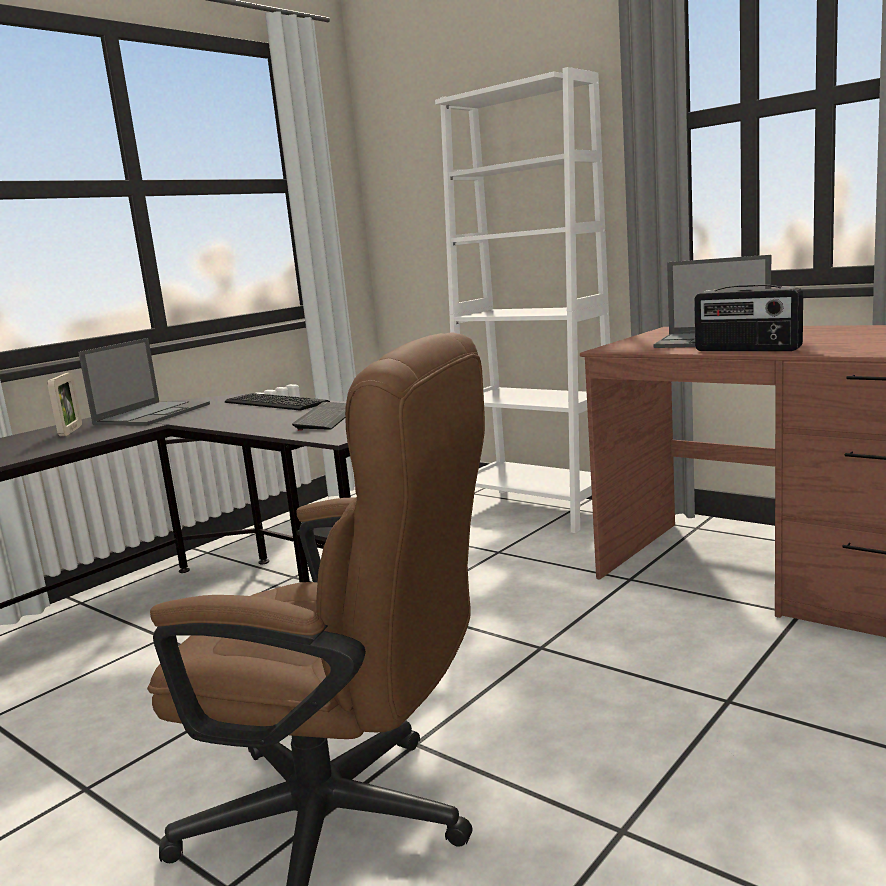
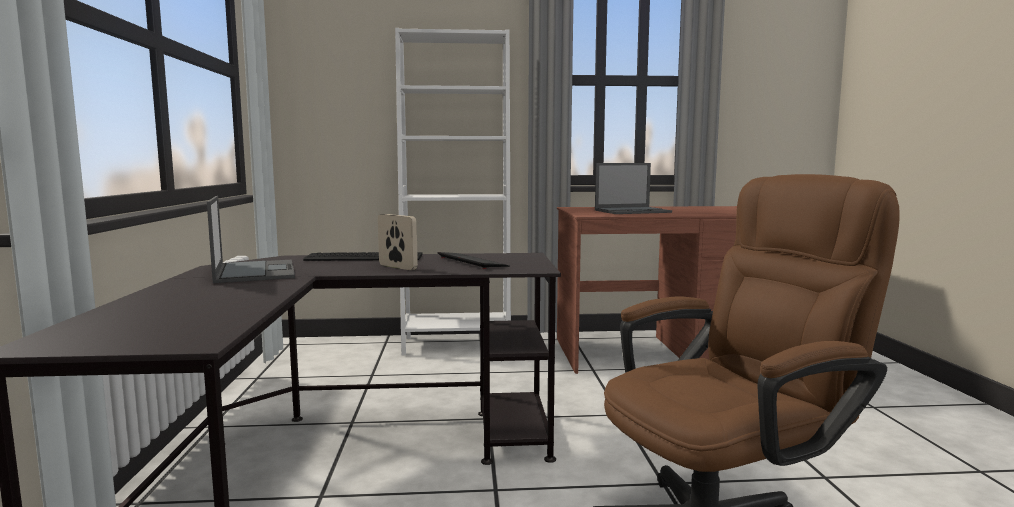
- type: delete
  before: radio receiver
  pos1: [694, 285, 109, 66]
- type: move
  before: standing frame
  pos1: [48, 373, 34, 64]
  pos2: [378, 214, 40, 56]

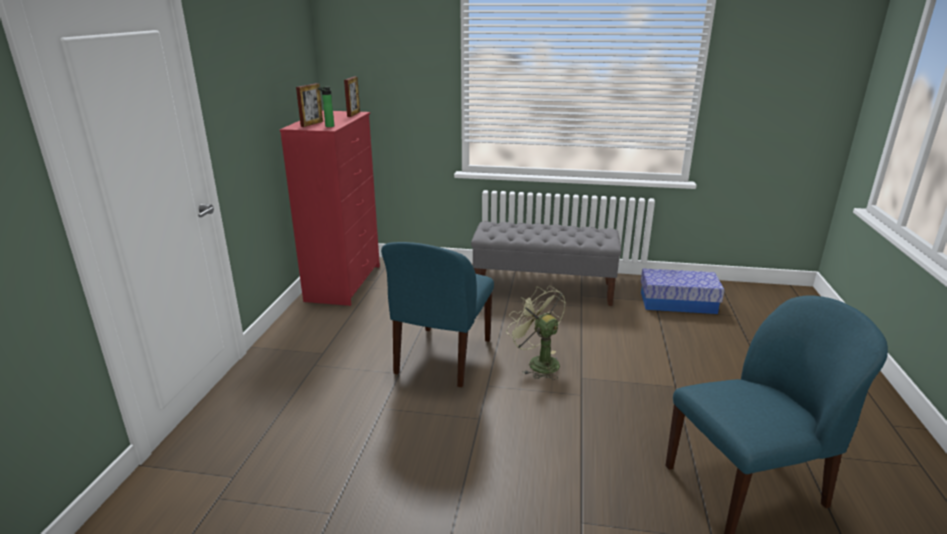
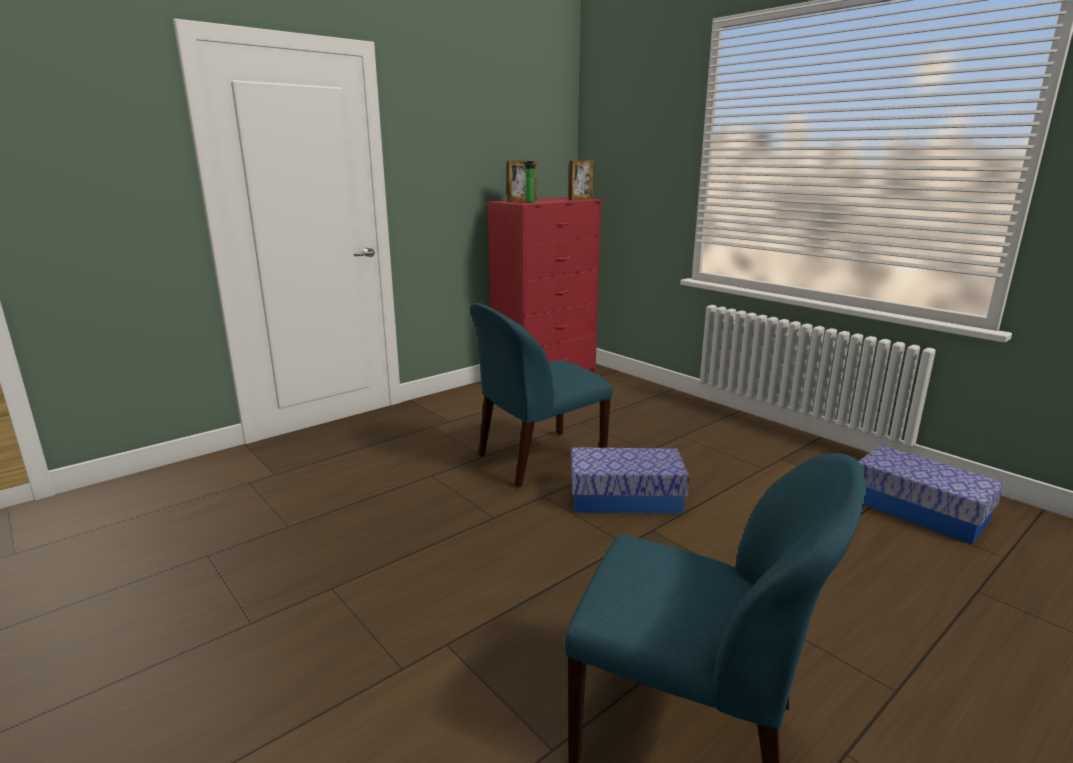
- type: delete
  before: greyish long seat
  pos1: [471, 221, 150, 85]
- type: replace
  before: greenish fan
  after: storage bin
  pos1: [506, 286, 60, 94]
  pos2: [571, 447, 118, 67]

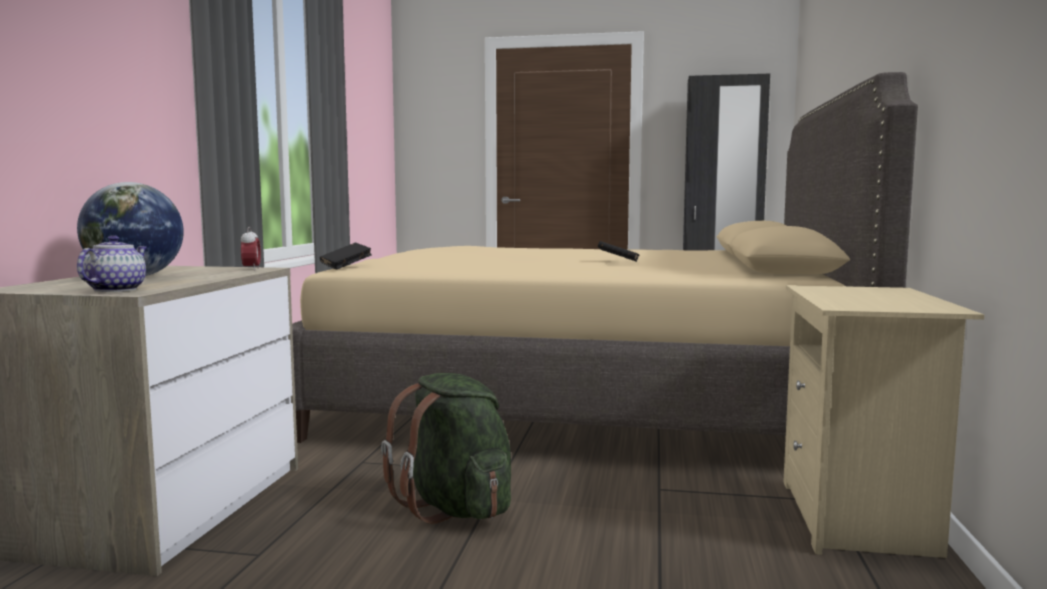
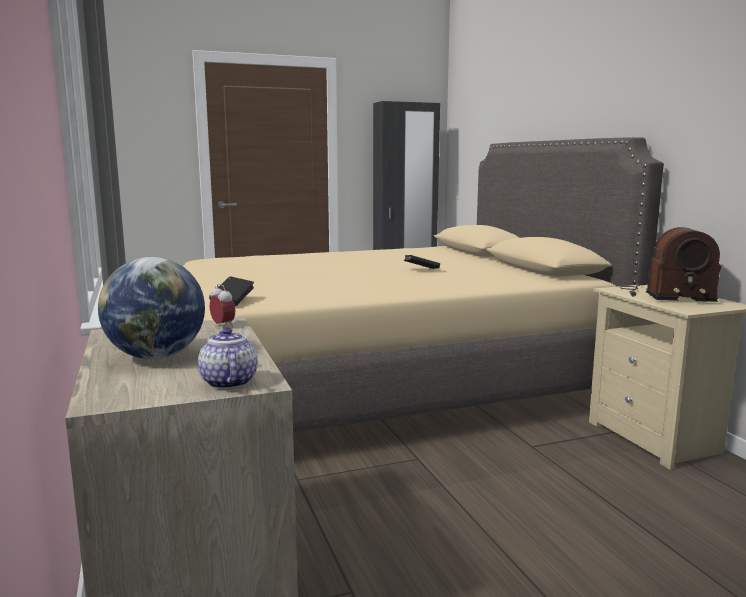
- type: delete
  before: greenish backpack
  pos1: [381, 373, 130, 151]
- type: insert
  after: radio receiver
  pos2: [620, 227, 101, 75]

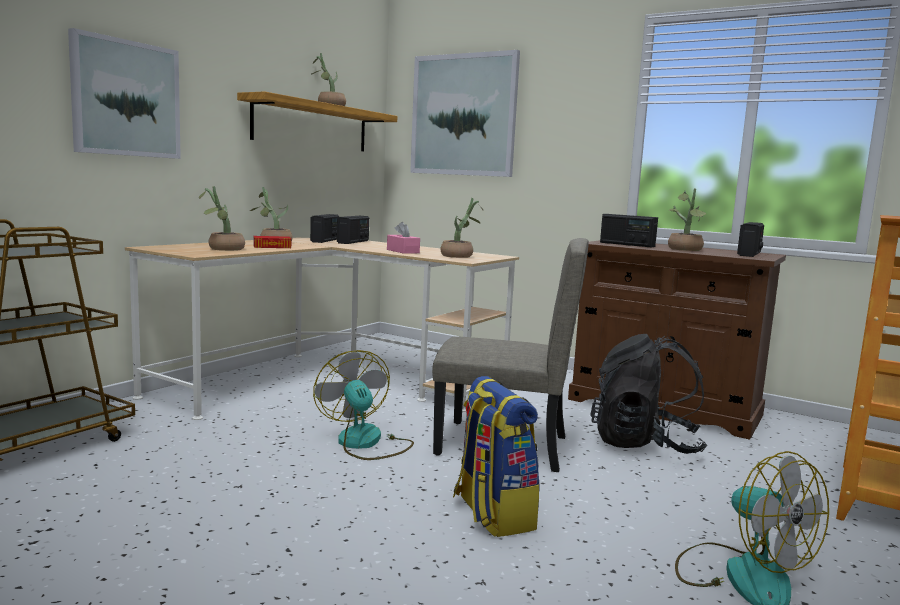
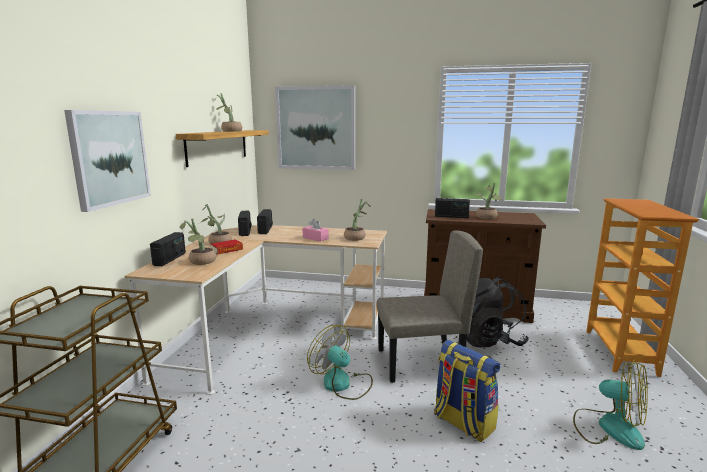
- type: move
  before: radio receiver
  pos1: [737, 222, 27, 35]
  pos2: [150, 232, 36, 34]

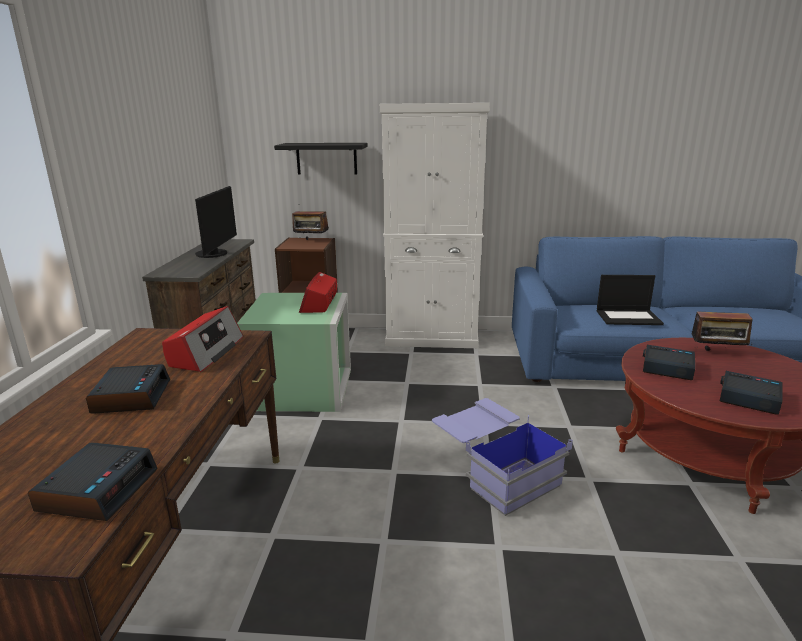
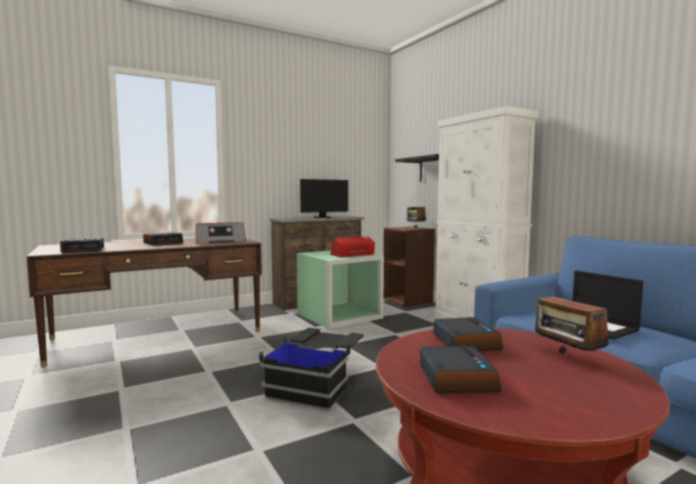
- type: recolor
  before: blue storage bin
  after: black-coloured storage bin
  pos1: [432, 398, 141, 118]
  pos2: [259, 328, 105, 82]

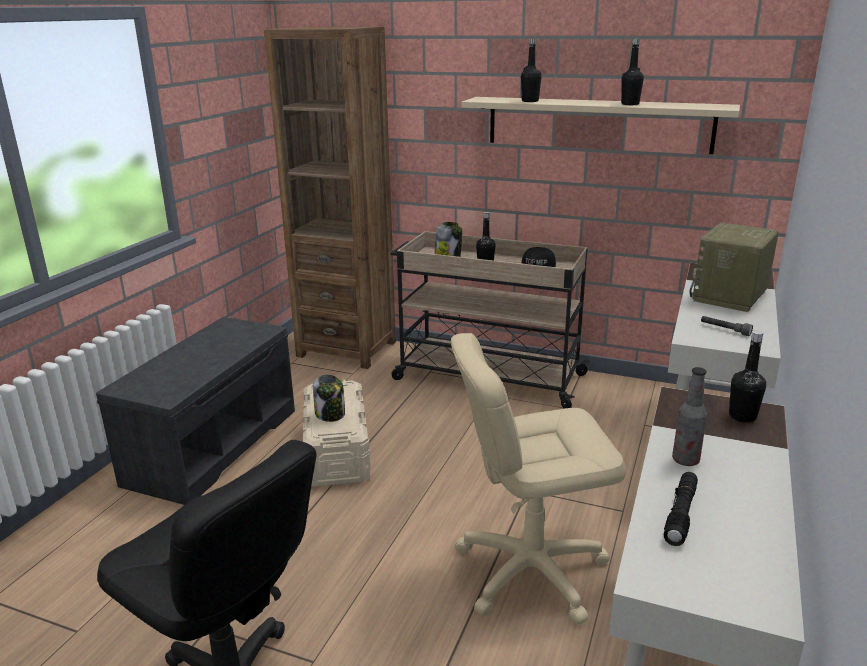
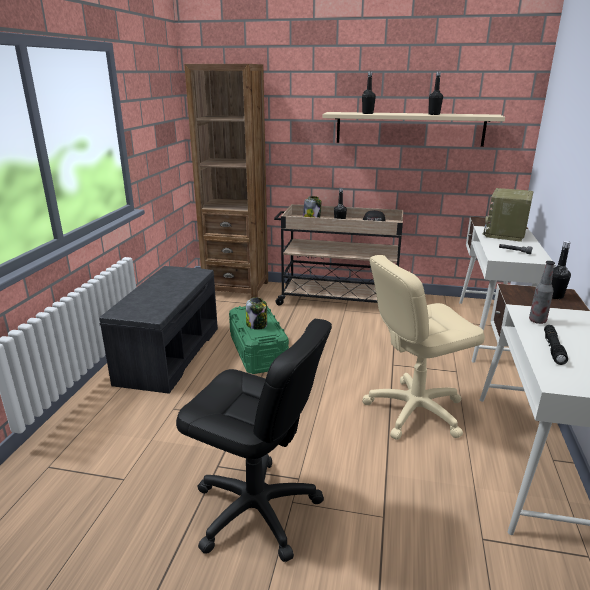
- type: recolor
  before: beige storage bin
  after: greenish storage bin
  pos1: [303, 380, 68, 107]
  pos2: [229, 306, 60, 68]

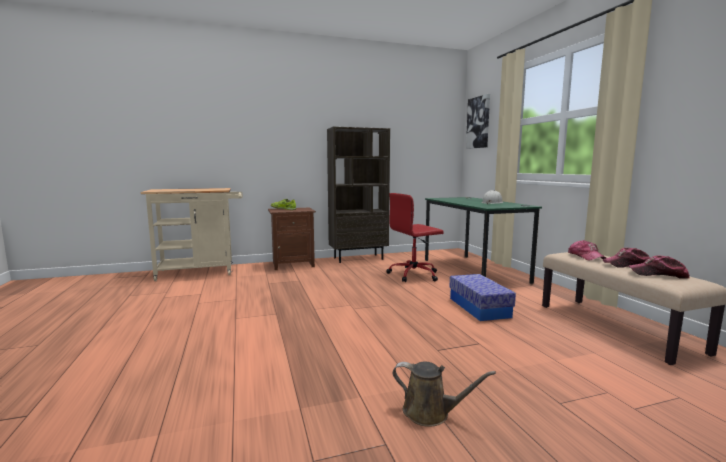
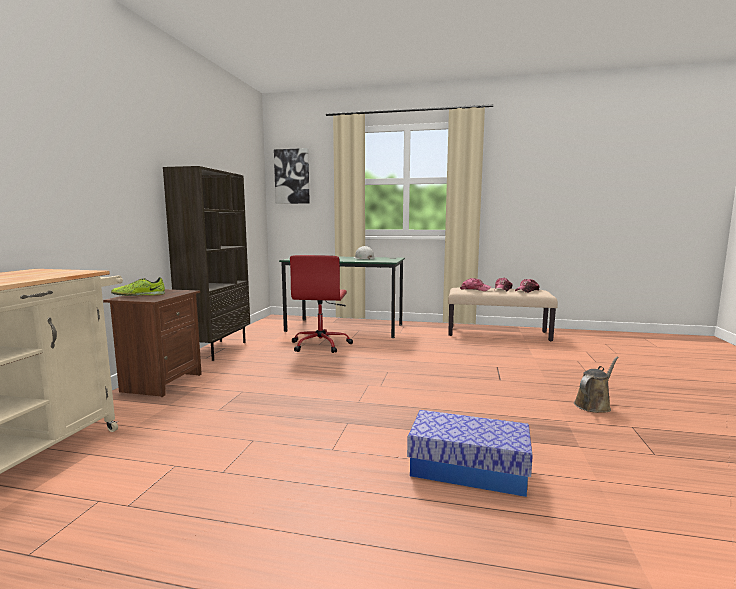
- type: move
  before: storage bin
  pos1: [449, 274, 67, 47]
  pos2: [407, 410, 126, 87]

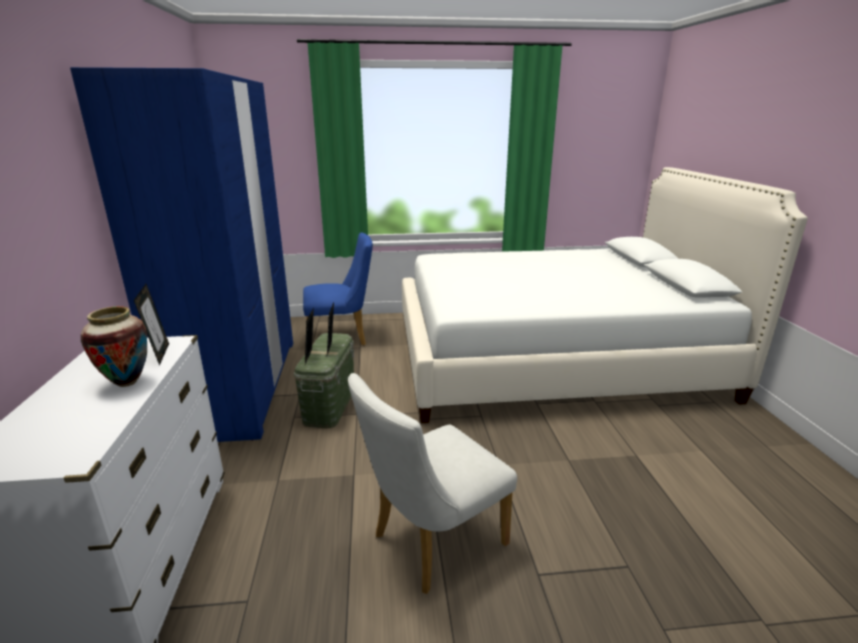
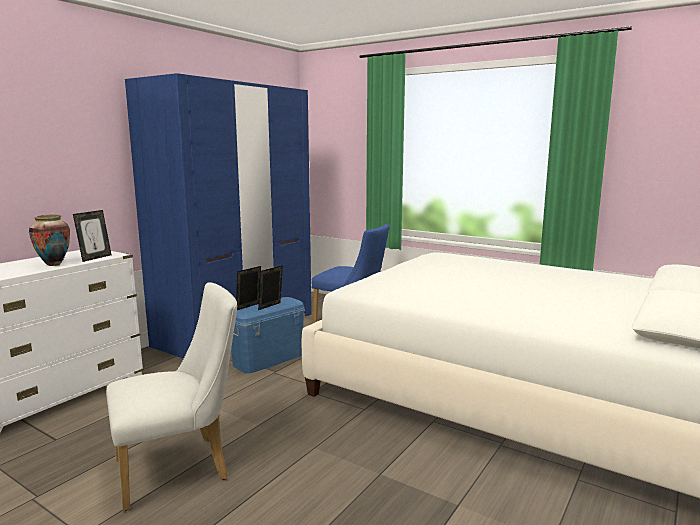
- type: recolor
  before: greenish storage bin
  after: blue storage bin
  pos1: [294, 333, 60, 95]
  pos2: [231, 297, 74, 76]
- type: rotate
  before: white-coloured upright chair
  pos1: [348, 373, 169, 221]
  pos2: [106, 282, 131, 229]
  turn: 150

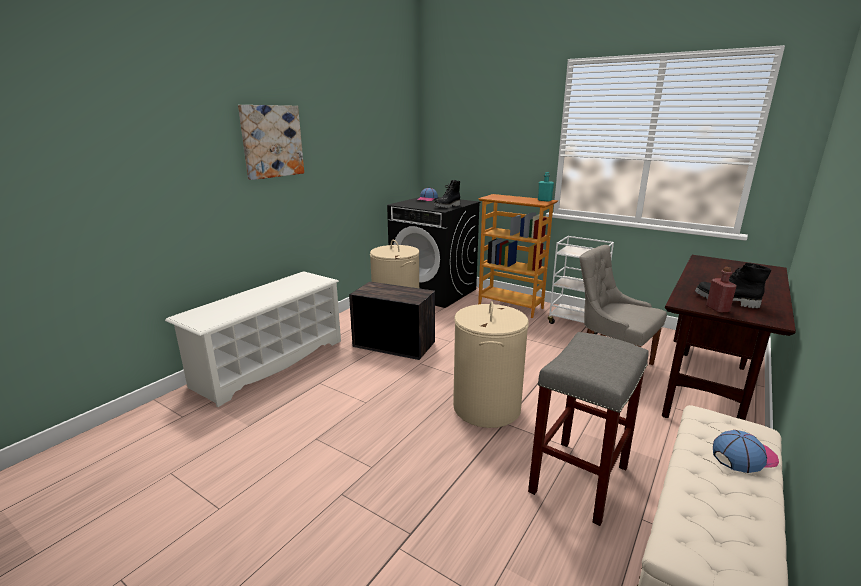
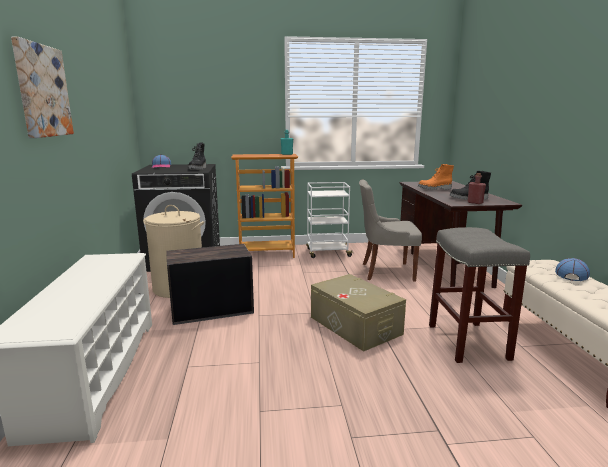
- type: insert
  after: orange-coloured high-top boot
  pos2: [418, 164, 36, 26]
- type: replace
  before: beige laundry basket
  after: beige storage bin
  pos1: [453, 301, 76, 127]
  pos2: [311, 274, 95, 77]

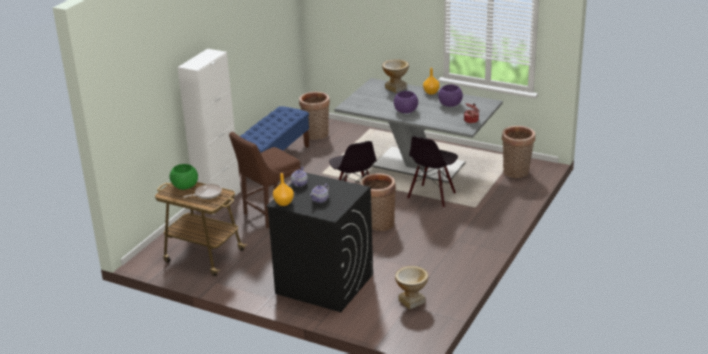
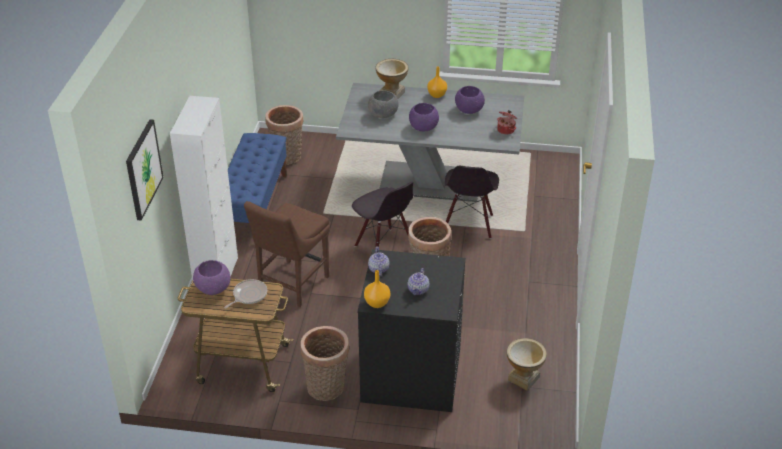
- type: insert
  after: wall art
  pos2: [126, 119, 38, 102]
- type: insert
  after: greyish bowl
  pos2: [368, 91, 31, 27]
- type: move
  before: storage basket
  pos1: [502, 126, 33, 52]
  pos2: [300, 326, 49, 75]
- type: recolor
  before: greenish bowl
  after: purplish bowl
  pos1: [170, 164, 28, 26]
  pos2: [193, 260, 38, 35]

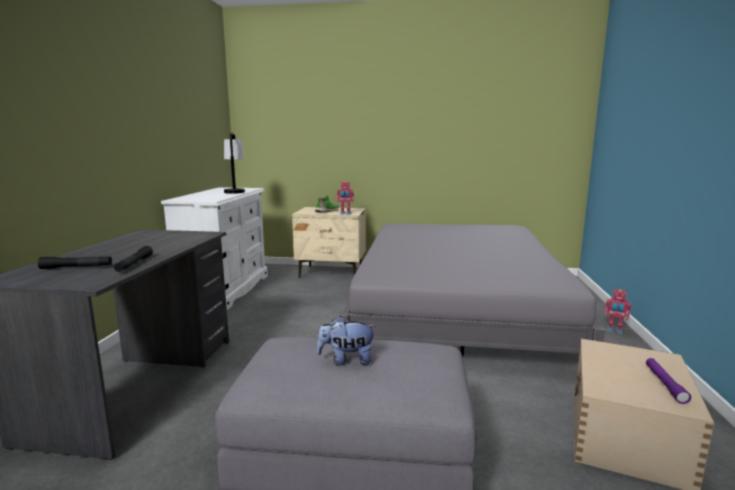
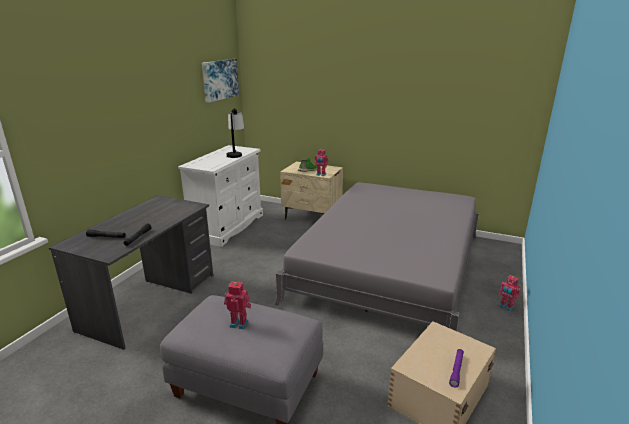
- type: insert
  after: wall art
  pos2: [202, 59, 37, 44]
- type: replace
  before: plush toy
  after: toy robot
  pos1: [317, 316, 59, 49]
  pos2: [224, 282, 27, 47]

